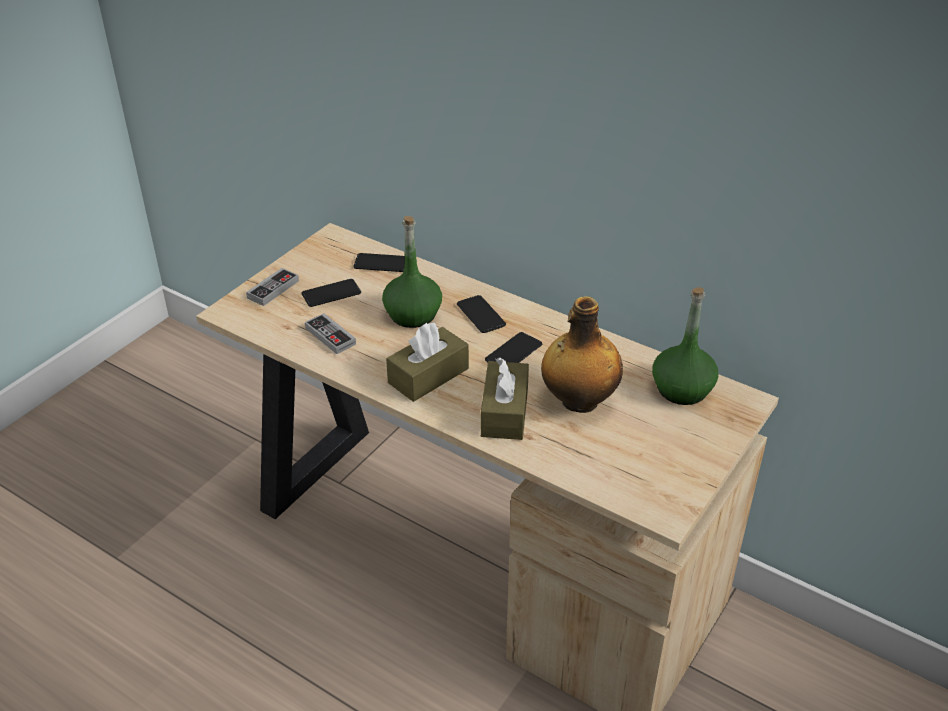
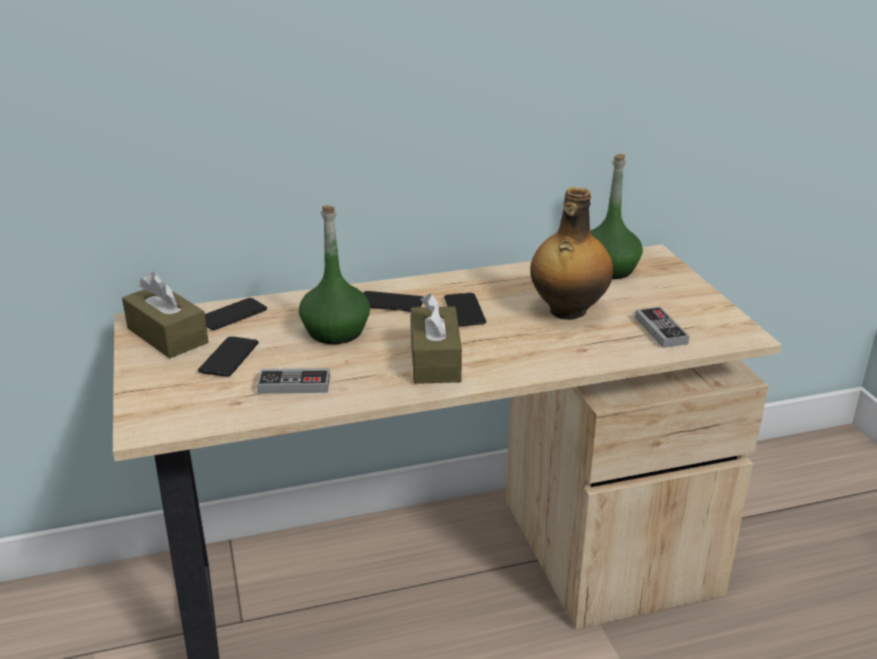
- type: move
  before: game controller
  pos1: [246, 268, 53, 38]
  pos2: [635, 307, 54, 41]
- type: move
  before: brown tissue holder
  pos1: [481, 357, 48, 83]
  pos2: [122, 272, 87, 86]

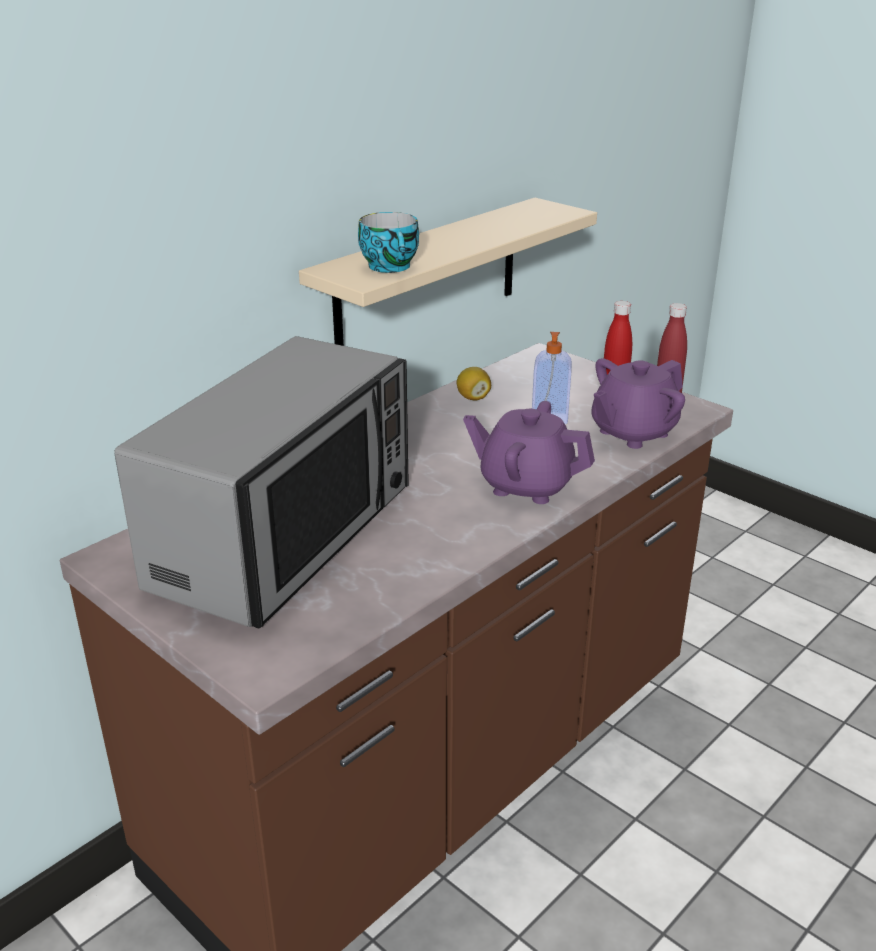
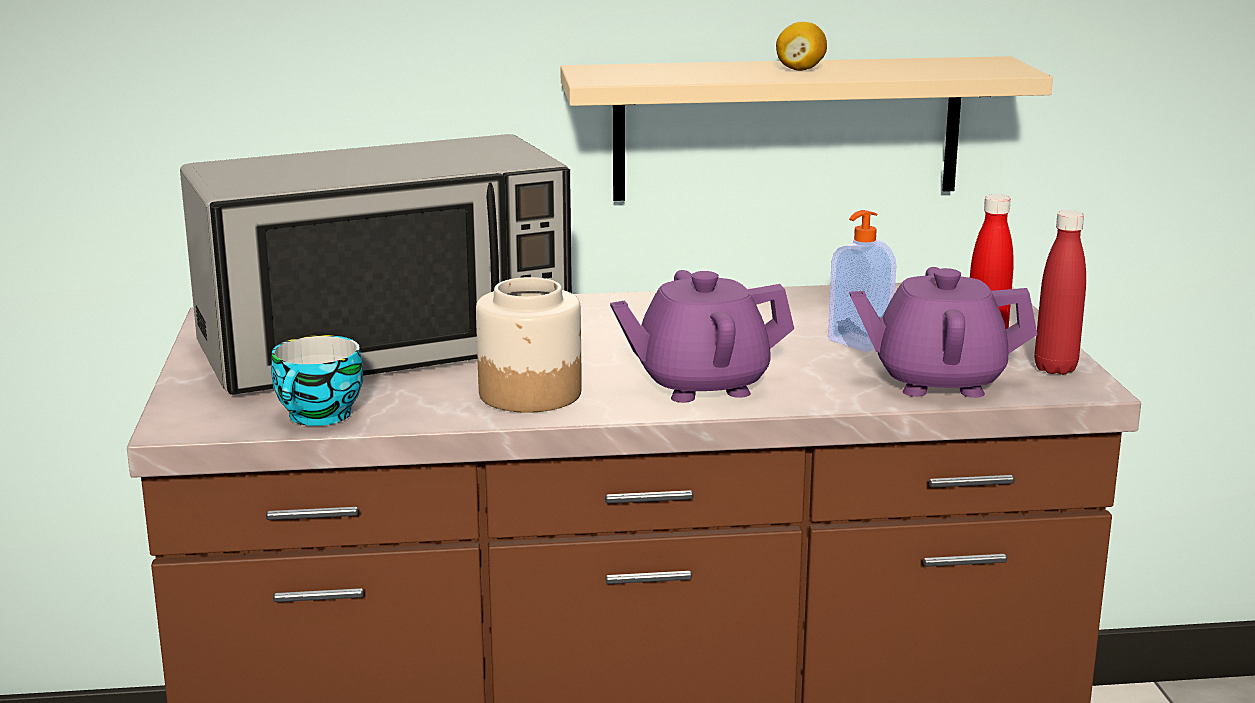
- type: insert
  after: preserve jar
  pos2: [476, 277, 106, 136]
- type: move
  before: small cup
  pos1: [358, 212, 61, 61]
  pos2: [271, 335, 92, 91]
- type: move
  before: citrus fruit
  pos1: [457, 367, 34, 33]
  pos2: [776, 22, 51, 49]
- type: rotate
  before: purplish teapot
  pos1: [463, 401, 132, 103]
  pos2: [610, 270, 184, 133]
  turn: -75

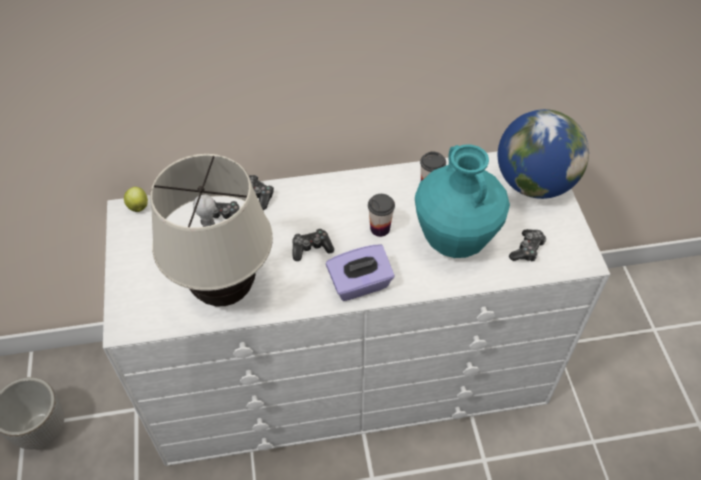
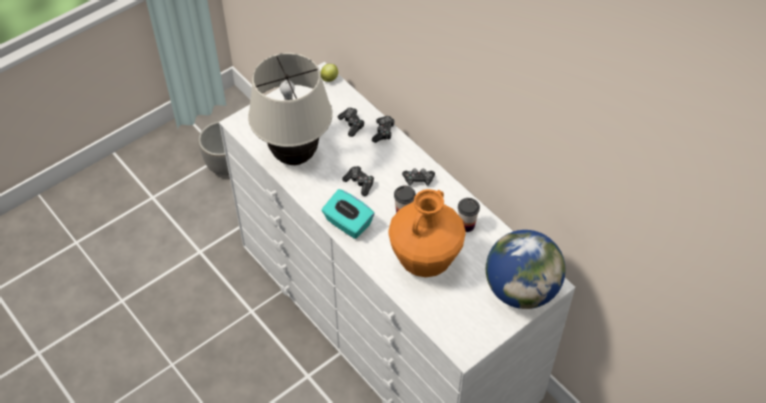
- type: move
  before: game controller
  pos1: [509, 229, 38, 32]
  pos2: [402, 169, 33, 17]
- type: recolor
  before: purplish tissue holder
  after: turquoise-coloured tissue holder
  pos1: [326, 244, 69, 57]
  pos2: [322, 189, 52, 50]
- type: recolor
  before: turquoise-coloured flower vase
  after: orange-coloured flower vase
  pos1: [415, 144, 95, 114]
  pos2: [388, 189, 78, 88]

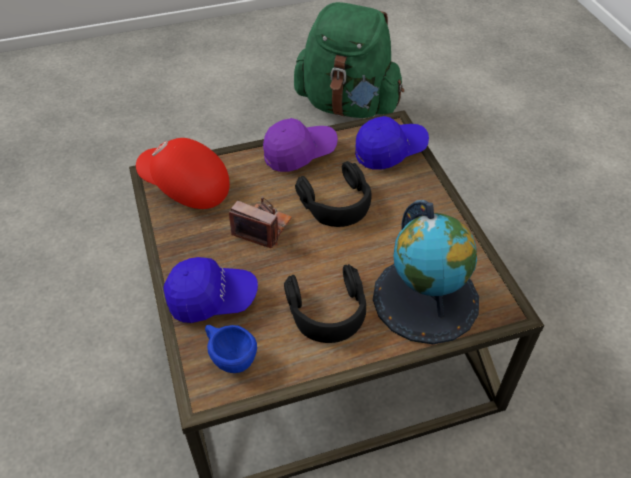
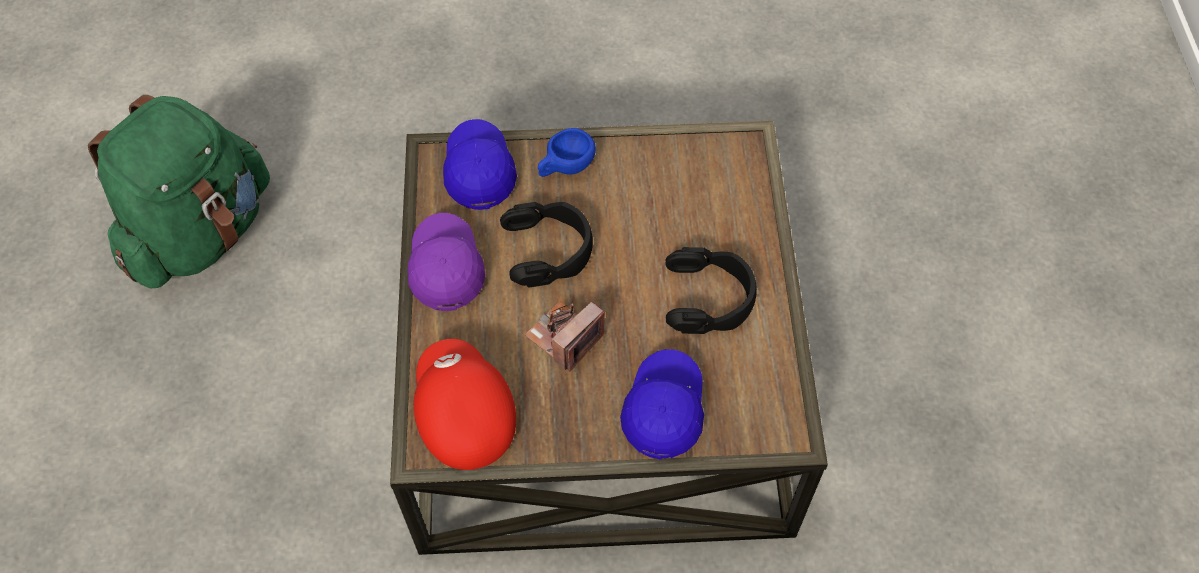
- type: delete
  before: world globe
  pos1: [373, 200, 106, 144]
- type: move
  before: blue small cup
  pos1: [205, 325, 52, 48]
  pos2: [538, 128, 58, 49]
- type: rotate
  before: reddish peaked cap
  pos1: [136, 138, 94, 71]
  pos2: [414, 339, 102, 131]
  turn: 120

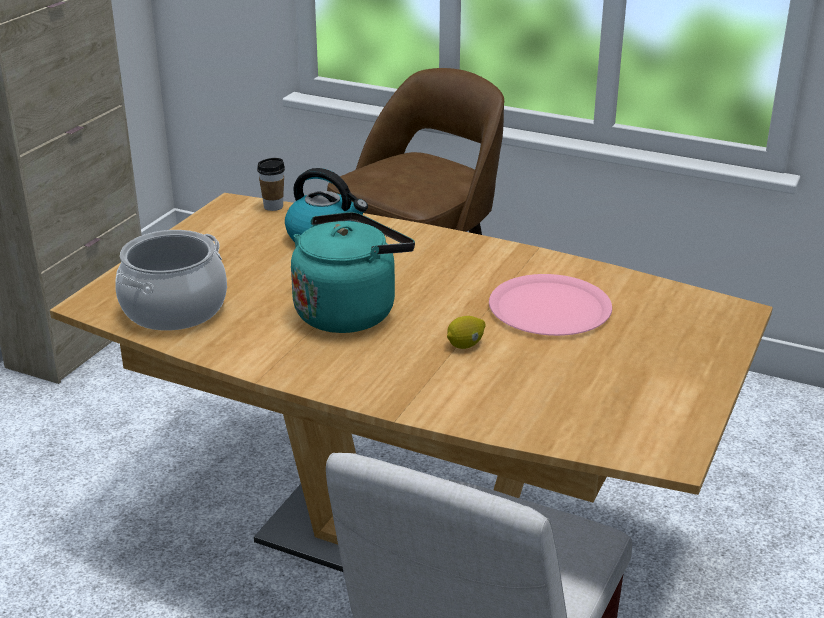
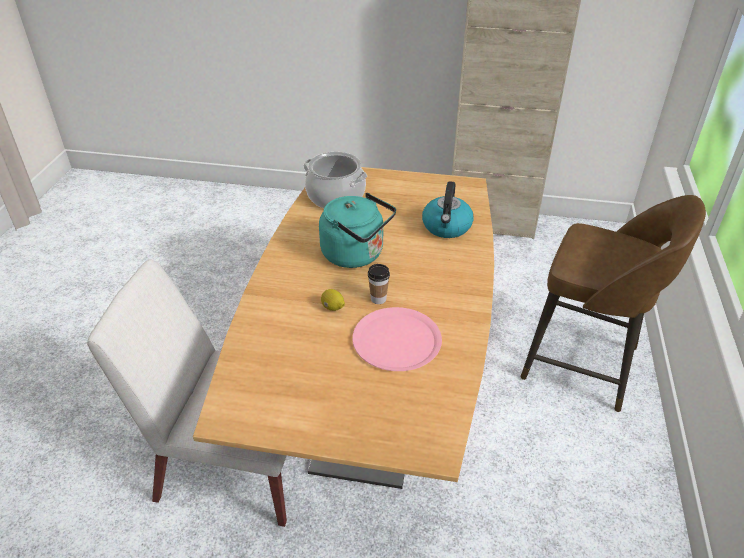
- type: move
  before: small cup
  pos1: [257, 158, 28, 53]
  pos2: [368, 264, 22, 40]

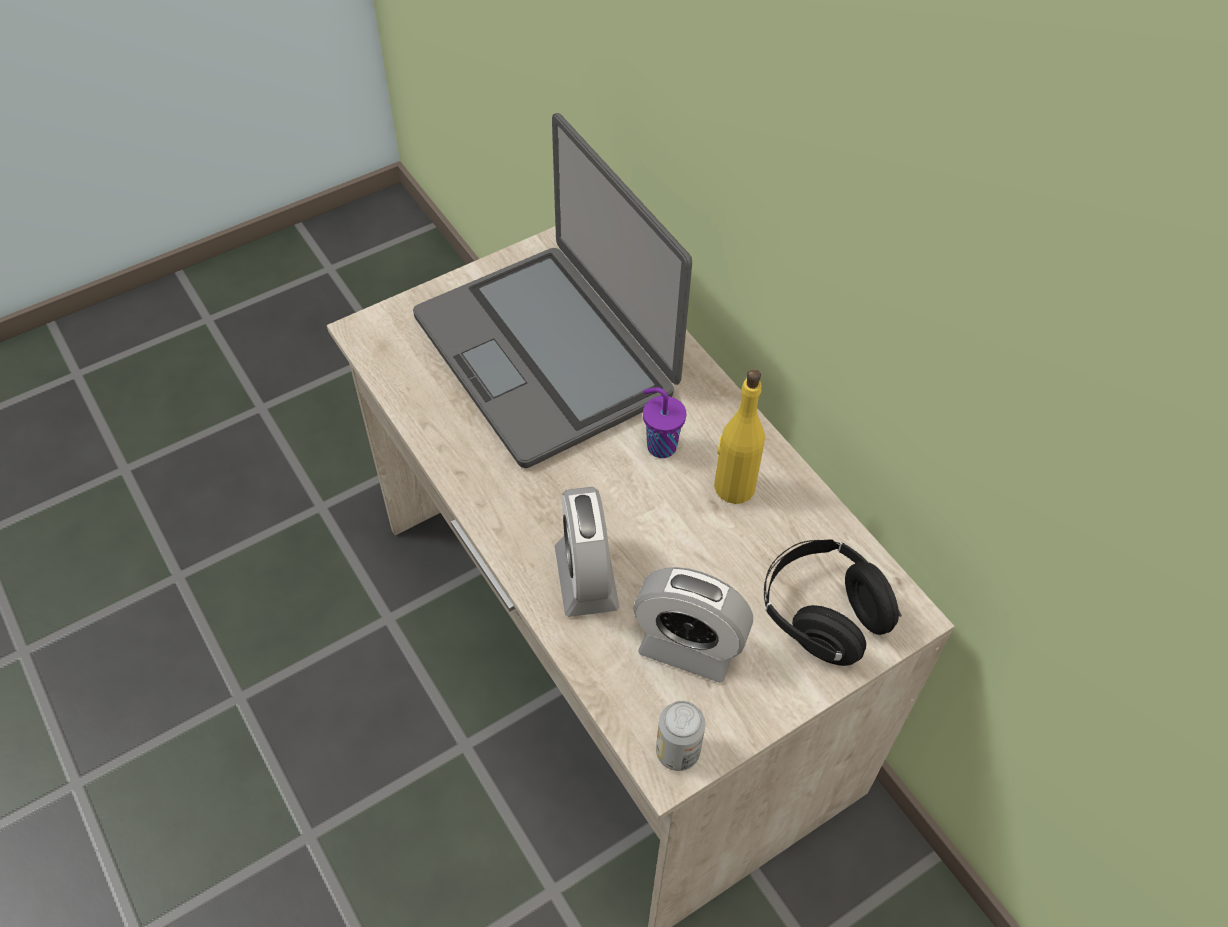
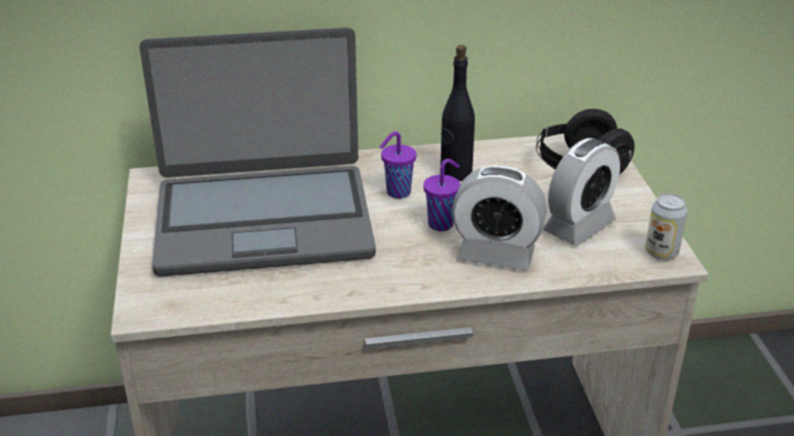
- type: insert
  after: purplish small cup
  pos2: [423, 159, 37, 72]
- type: recolor
  before: yellowish drink bottle
  after: black-coloured drink bottle
  pos1: [714, 369, 51, 135]
  pos2: [441, 45, 34, 136]

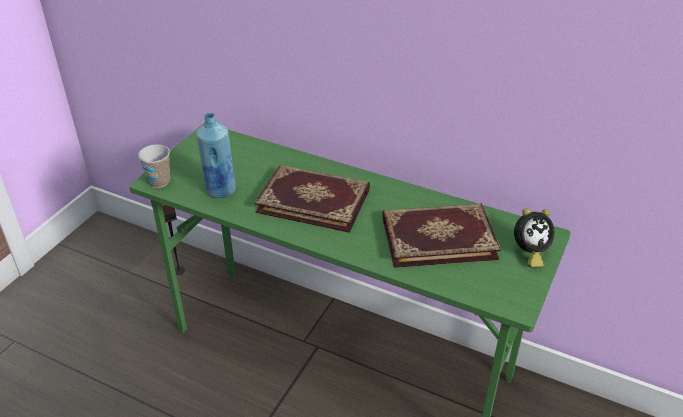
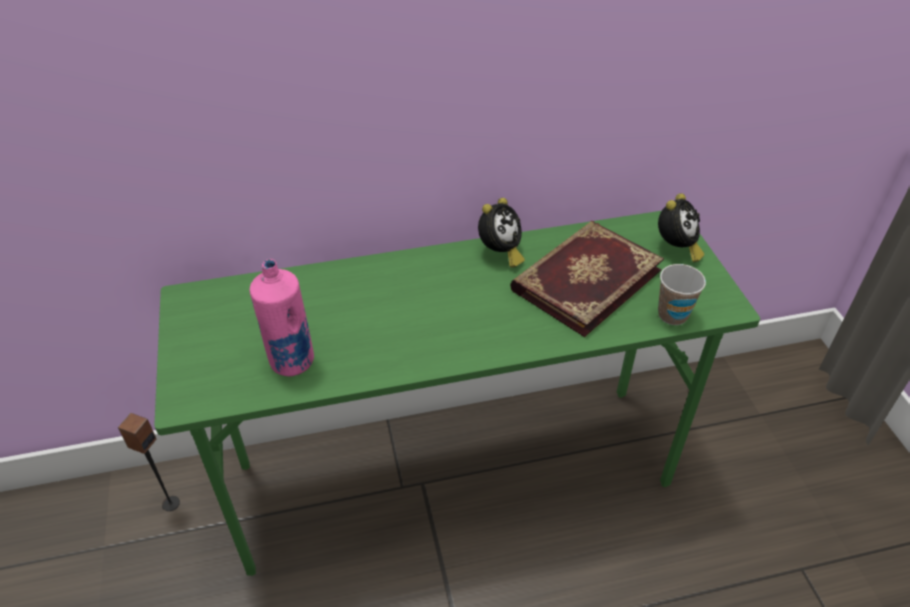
- type: delete
  before: bound book
  pos1: [255, 165, 115, 68]
- type: insert
  after: table clock
  pos2: [478, 198, 47, 70]
- type: move
  before: small cup
  pos1: [138, 145, 32, 43]
  pos2: [658, 264, 48, 61]
- type: recolor
  before: blue drink bottle
  after: pinkish drink bottle
  pos1: [196, 113, 40, 85]
  pos2: [250, 259, 64, 117]

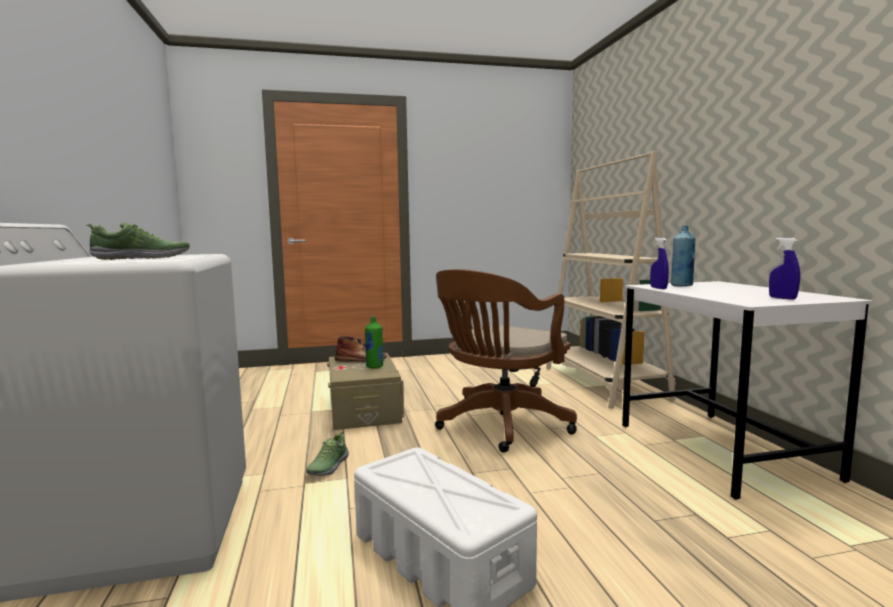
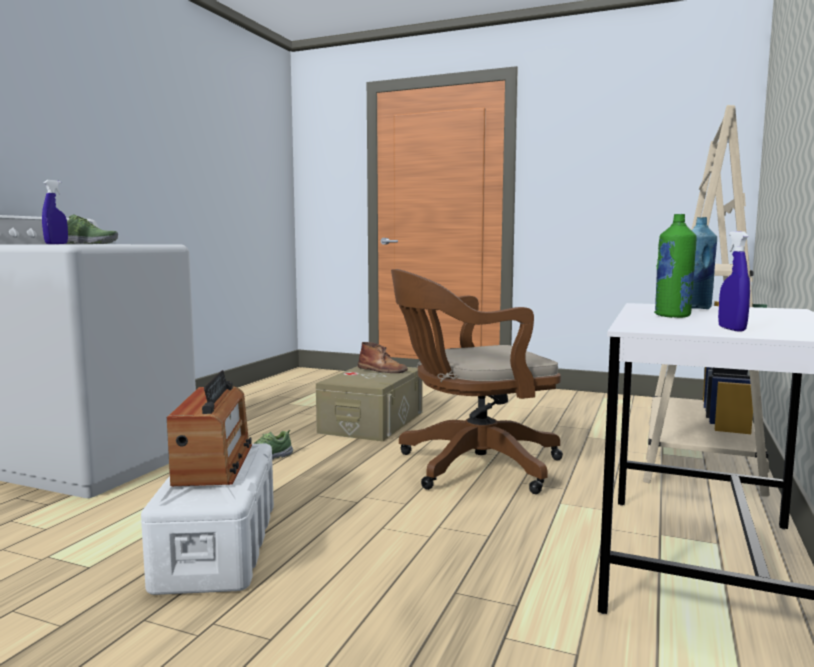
- type: insert
  after: radio receiver
  pos2: [167, 370, 85, 116]
- type: move
  before: greenish drink bottle
  pos1: [365, 316, 18, 53]
  pos2: [654, 214, 43, 104]
- type: move
  before: blue hand sprayer
  pos1: [650, 237, 19, 52]
  pos2: [42, 180, 26, 64]

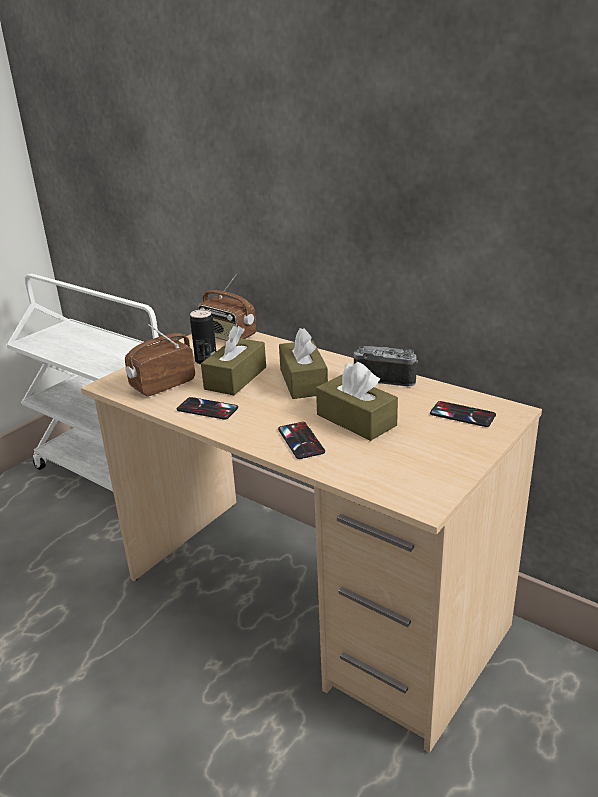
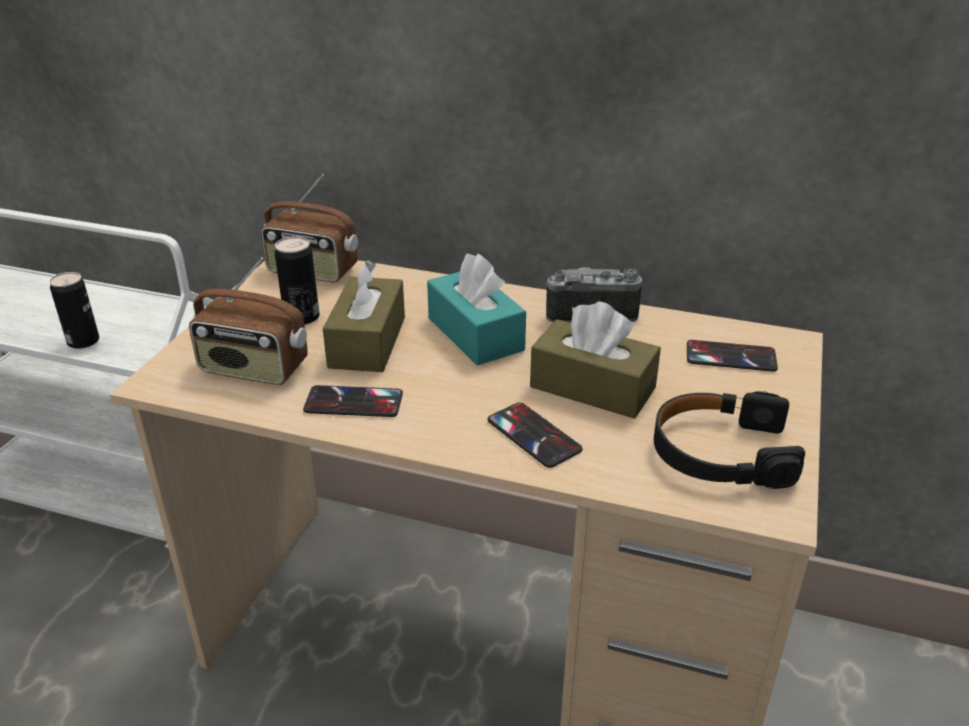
- type: insert
  after: sealed can
  pos2: [49, 272, 50, 77]
- type: insert
  after: black-coloured headset
  pos2: [654, 391, 151, 98]
- type: recolor
  before: brown tissue holder
  after: turquoise-coloured tissue holder
  pos1: [279, 328, 49, 71]
  pos2: [427, 253, 99, 113]
- type: rotate
  before: radio receiver
  pos1: [125, 324, 70, 73]
  pos2: [189, 257, 119, 128]
  turn: -105

